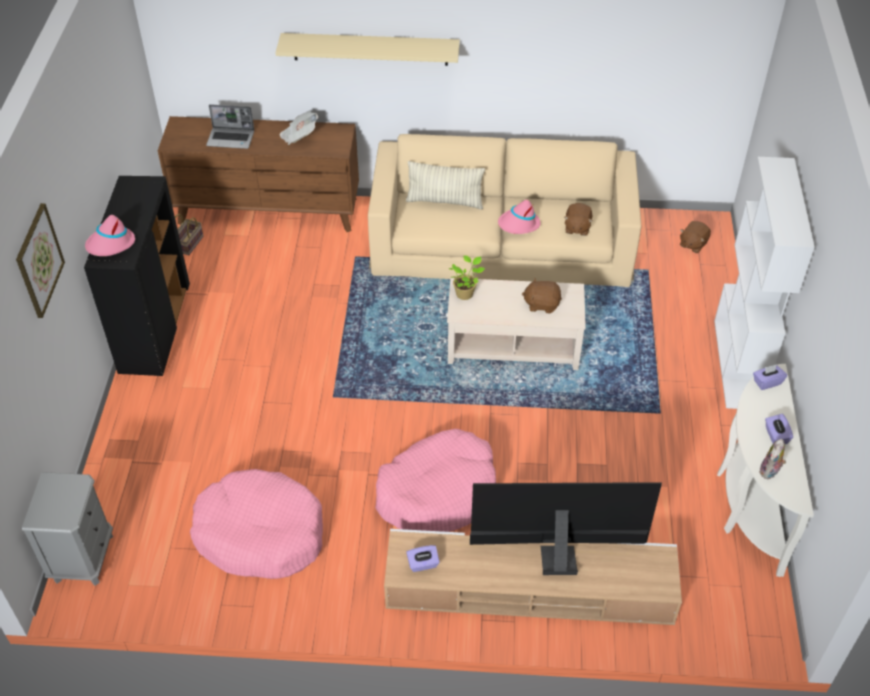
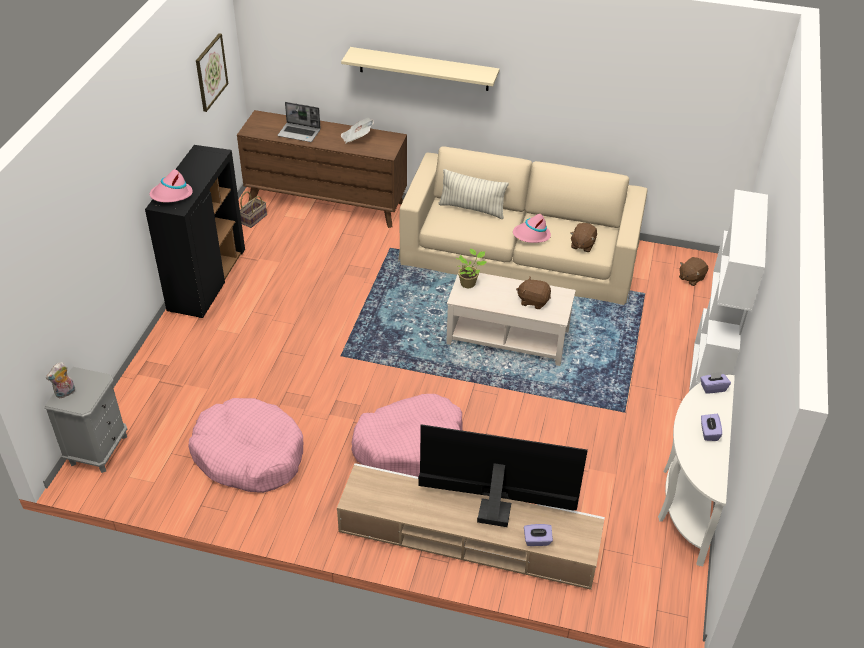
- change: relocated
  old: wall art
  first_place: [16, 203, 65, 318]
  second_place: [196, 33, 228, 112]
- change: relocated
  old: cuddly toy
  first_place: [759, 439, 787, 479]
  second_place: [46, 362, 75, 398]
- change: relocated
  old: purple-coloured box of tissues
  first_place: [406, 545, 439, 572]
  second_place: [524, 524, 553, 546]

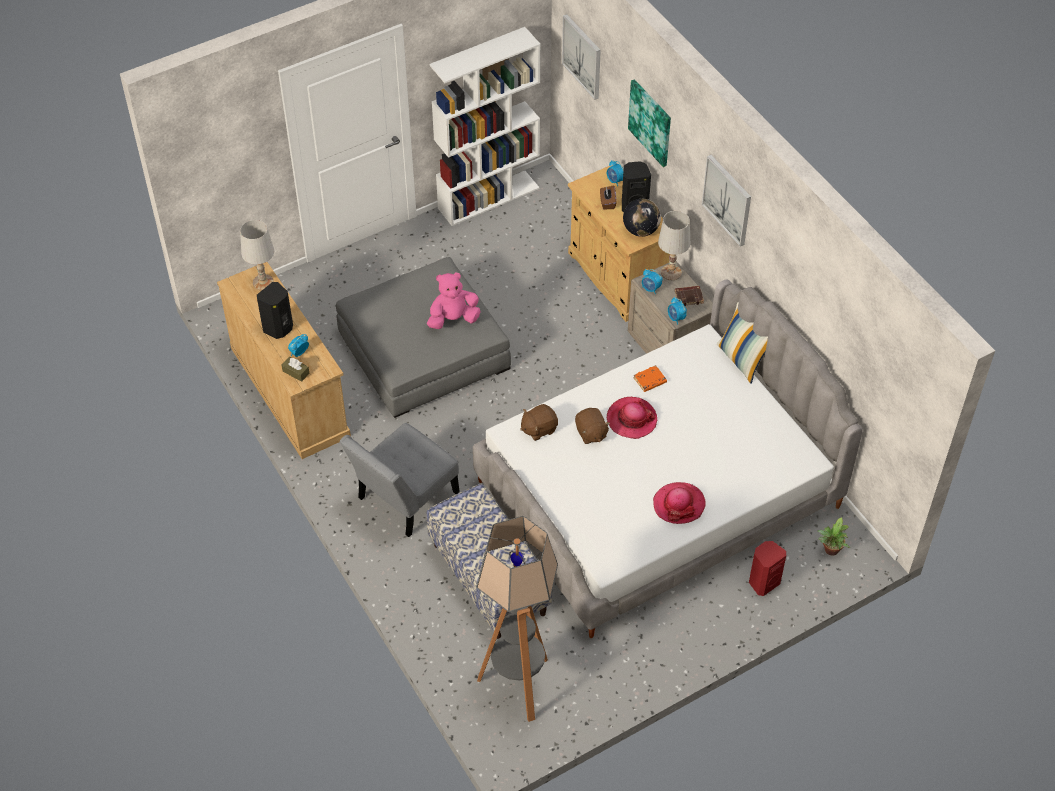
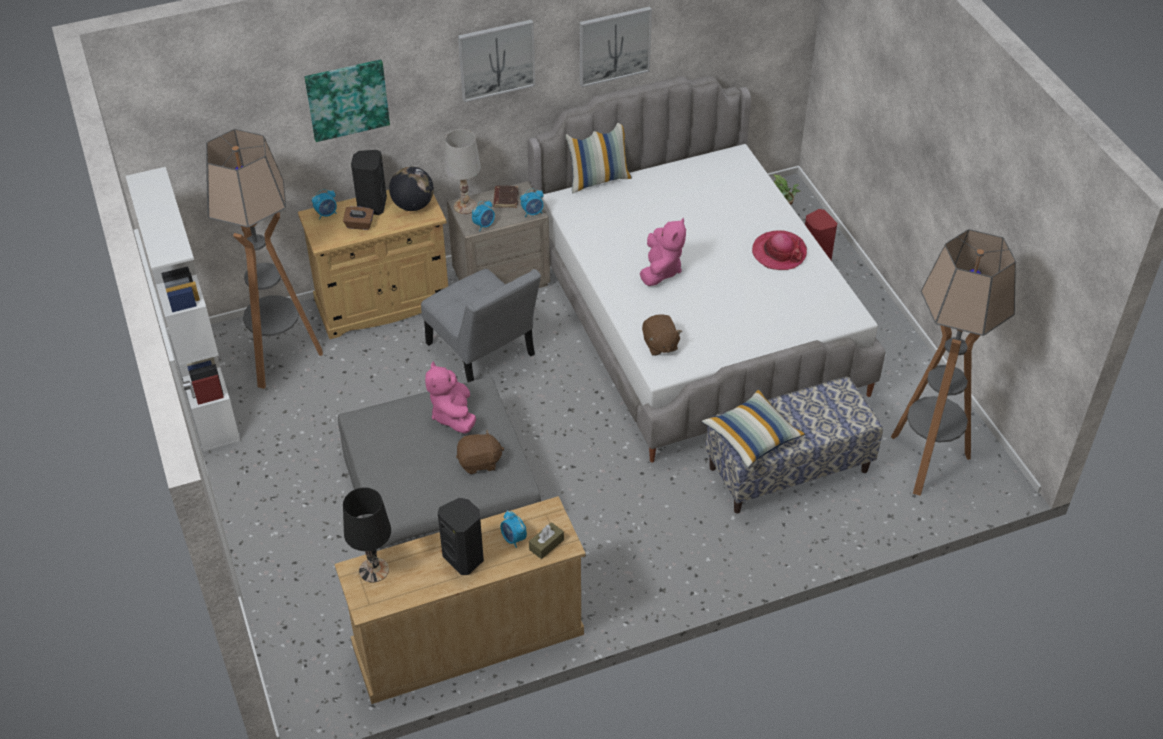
- change: relocated
  old: wall art
  first_place: [562, 14, 601, 100]
  second_place: [580, 6, 652, 87]
- change: colour
  old: whitish lamp for a table
  new: black lamp for a table
  first_place: [240, 220, 274, 290]
  second_place: [343, 487, 391, 583]
- change: missing
  old: orange-coloured book
  first_place: [633, 365, 667, 392]
- change: exchanged
  old: hat
  new: pinkish cuddly toy
  first_place: [607, 397, 657, 439]
  second_place: [640, 218, 686, 286]
- change: relocated
  old: brown cuddly toy
  first_place: [575, 408, 610, 444]
  second_place: [456, 429, 504, 474]
- change: relocated
  old: grey plain chair
  first_place: [340, 423, 460, 537]
  second_place: [421, 269, 541, 382]
- change: appeared
  new: floor lamp
  second_place: [206, 129, 323, 389]
- change: appeared
  new: cushion
  second_place: [702, 389, 805, 467]

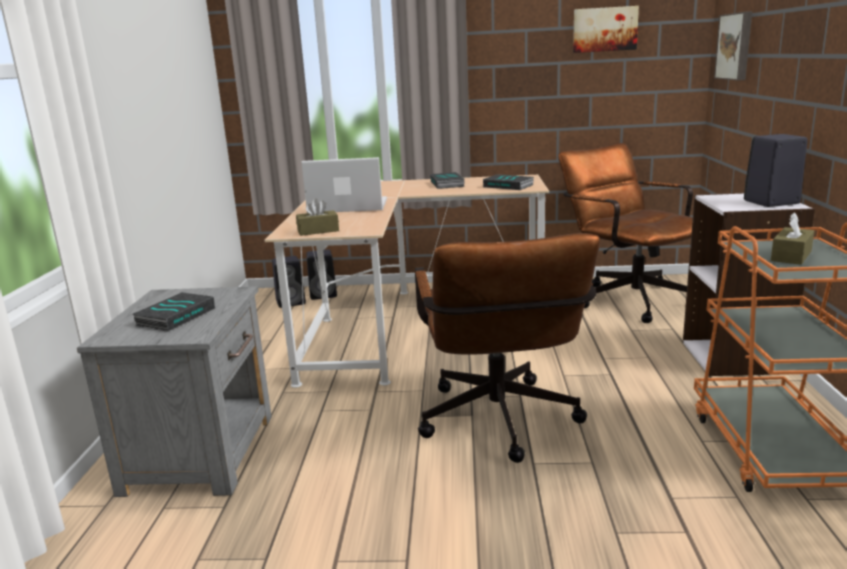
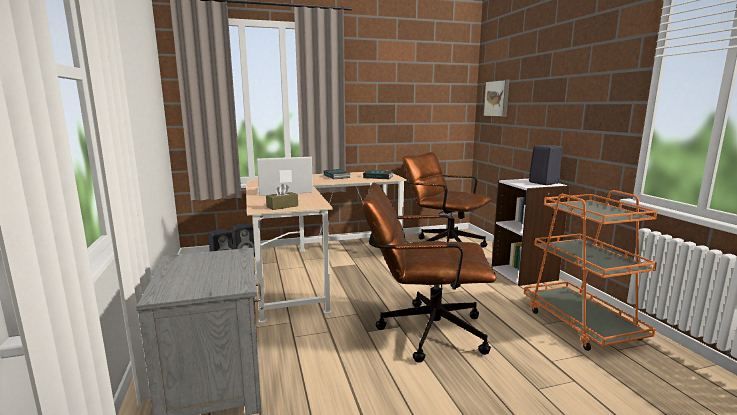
- change: missing
  old: wall art
  first_place: [573, 6, 639, 53]
- change: missing
  old: brown box of tissues
  first_place: [771, 212, 814, 265]
- change: spun
  old: brown computer chair
  first_place: [415, 233, 600, 463]
  second_place: [362, 183, 496, 363]
  degrees: 120
- change: missing
  old: book
  first_place: [132, 292, 215, 332]

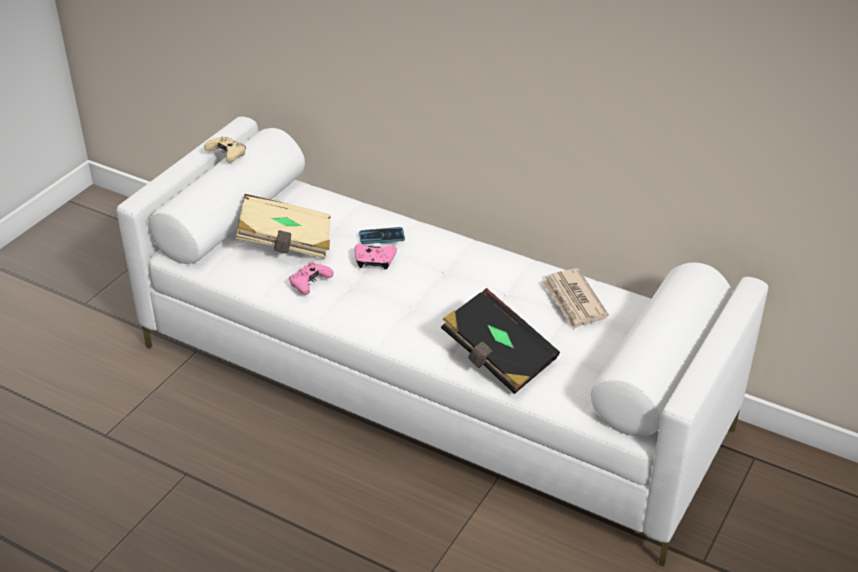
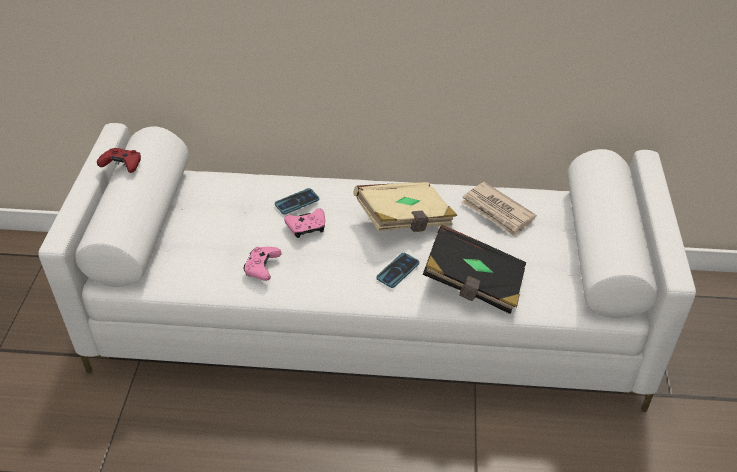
- change: colour
  old: sand-coloured game controller
  new: red game controller
  first_place: [204, 137, 246, 162]
  second_place: [97, 148, 141, 173]
- change: relocated
  old: sand-coloured book
  first_place: [236, 194, 331, 259]
  second_place: [353, 182, 457, 232]
- change: appeared
  new: phone
  second_place: [376, 253, 419, 288]

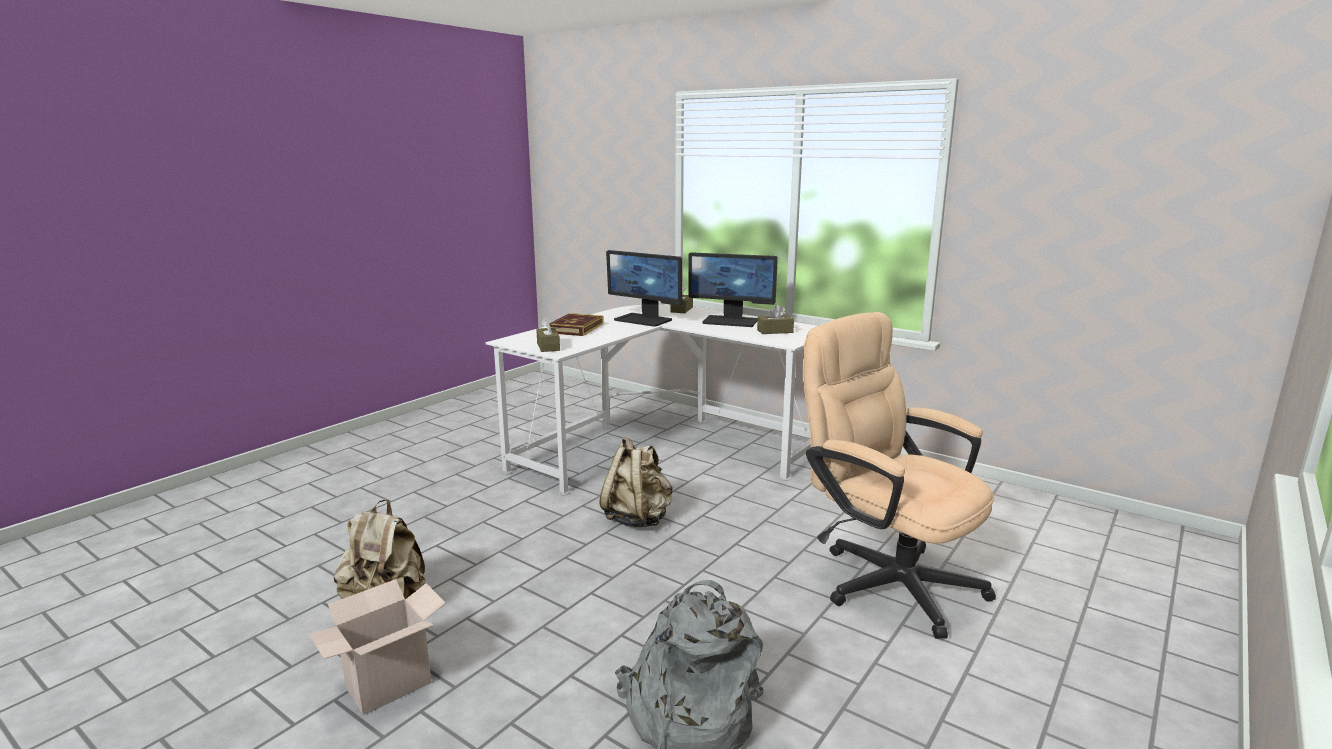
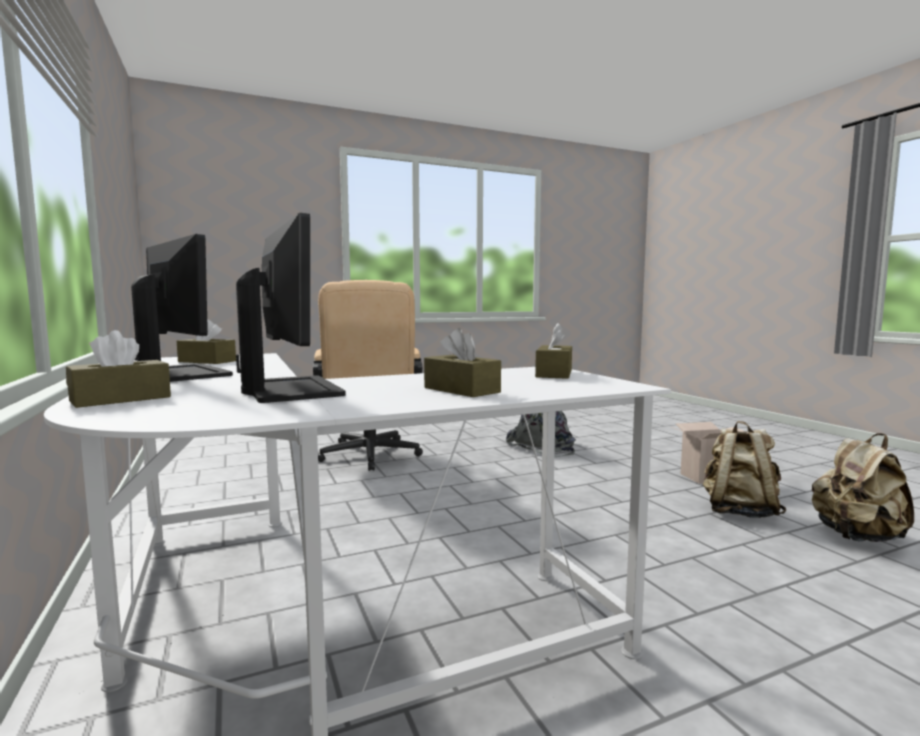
- change: exchanged
  old: book
  new: brown box of tissues
  first_place: [549, 313, 603, 336]
  second_place: [424, 328, 501, 397]
- change: relocated
  old: sand-coloured rucksack
  first_place: [600, 437, 673, 527]
  second_place: [812, 434, 914, 542]

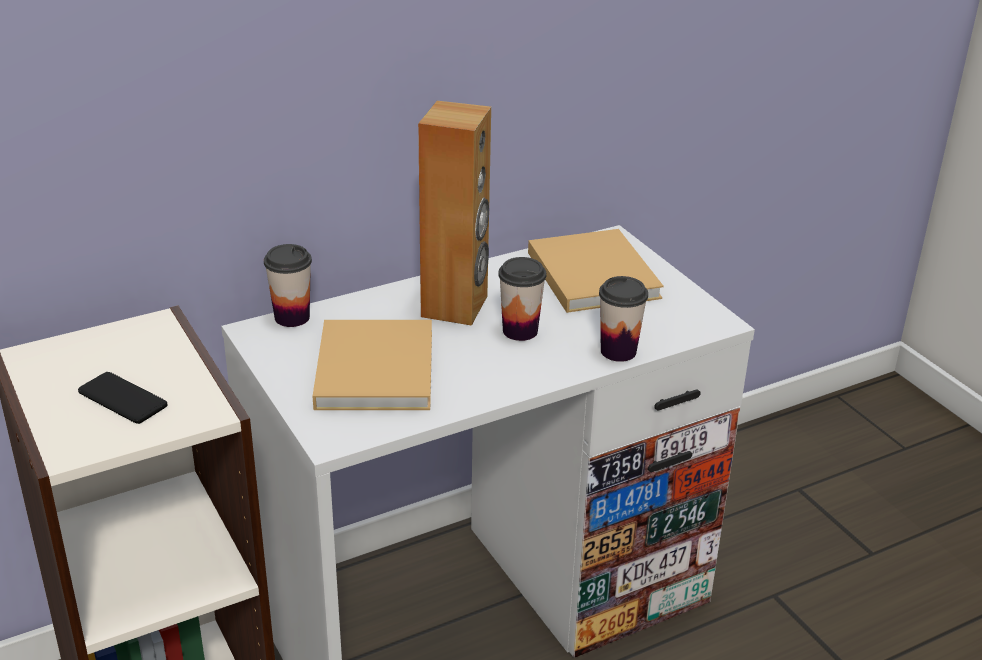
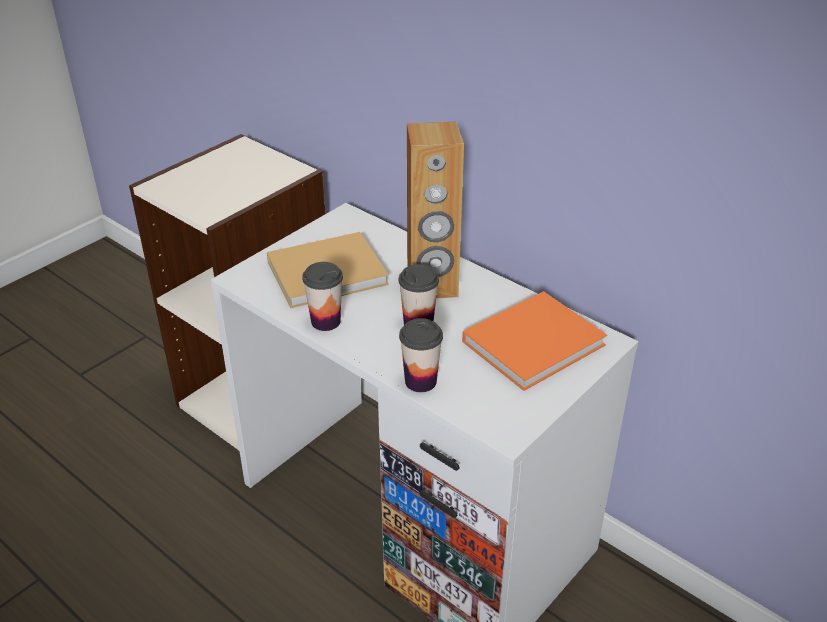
- change: colour
  old: sand-coloured book
  new: orange-coloured book
  first_place: [528, 229, 664, 313]
  second_place: [462, 291, 607, 391]
- change: relocated
  old: cup
  first_place: [264, 244, 312, 327]
  second_place: [302, 262, 343, 331]
- change: missing
  old: phone
  first_place: [78, 372, 167, 424]

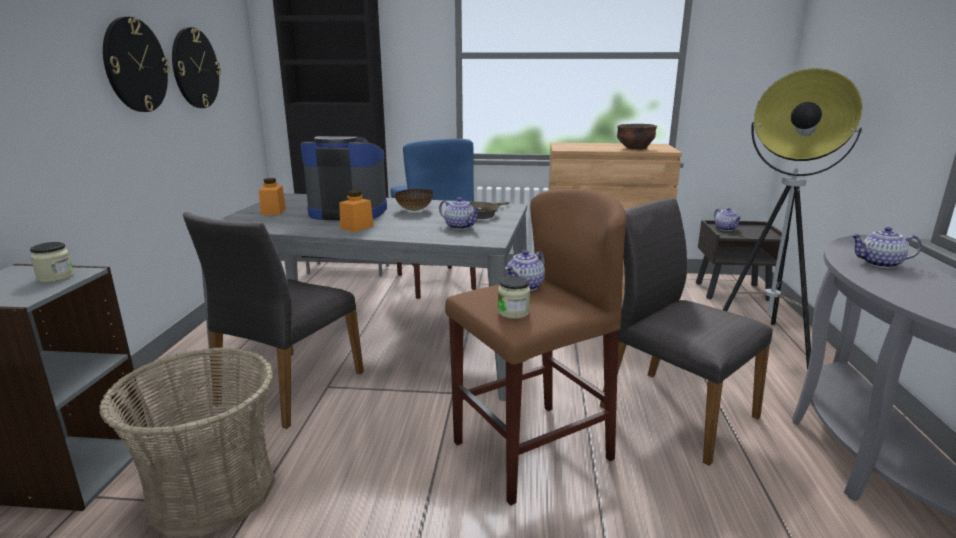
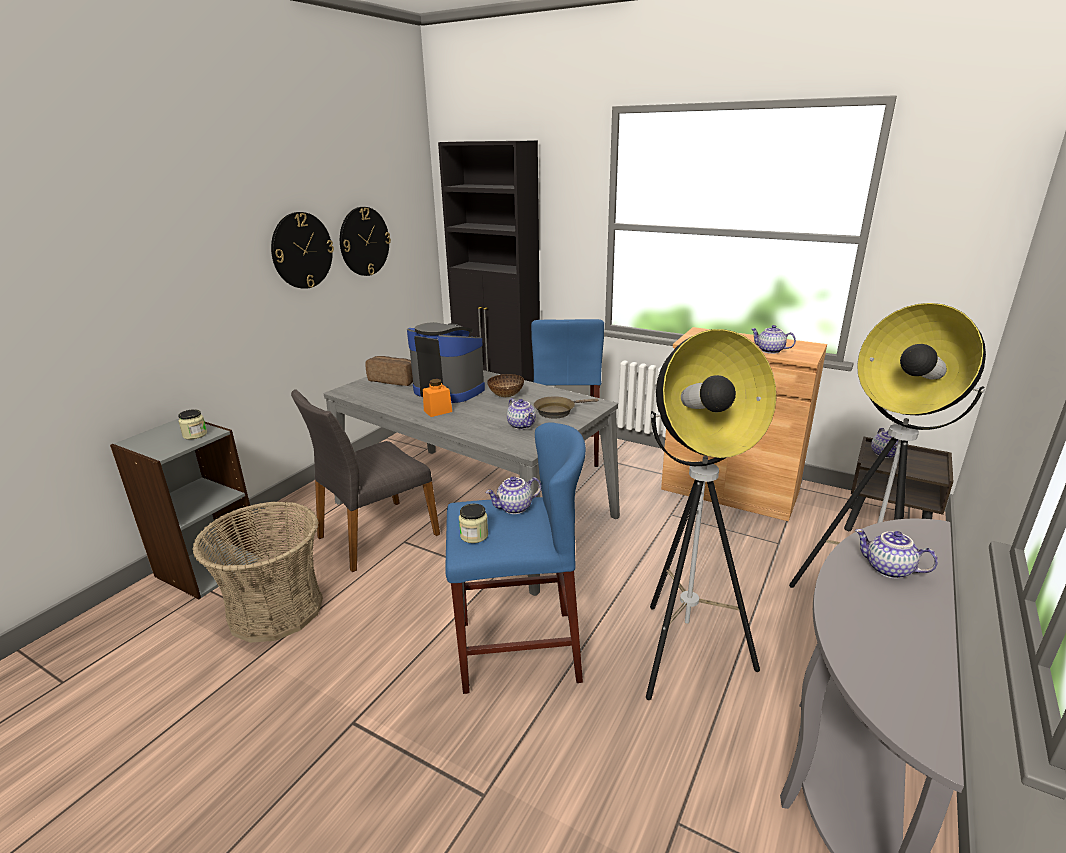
- change: exchanged
  old: brown deep dish
  new: teapot
  first_place: [617, 124, 657, 150]
  second_place: [751, 325, 796, 354]
- change: exchanged
  old: orange-coloured jar
  new: bread
  first_place: [259, 178, 286, 215]
  second_place: [365, 356, 413, 386]
- change: colour
  old: brown stool
  new: blue-coloured stool
  first_place: [445, 189, 626, 506]
  second_place: [445, 422, 586, 694]
- change: exchanged
  old: grey plain chair
  new: floor lamp
  first_place: [600, 198, 773, 466]
  second_place: [646, 329, 776, 700]

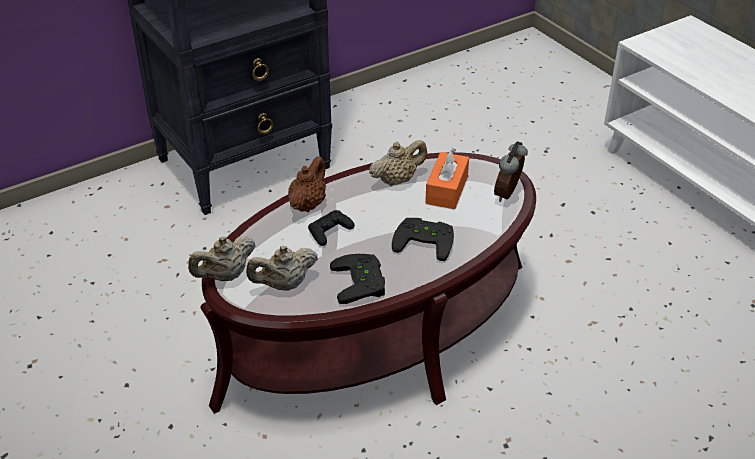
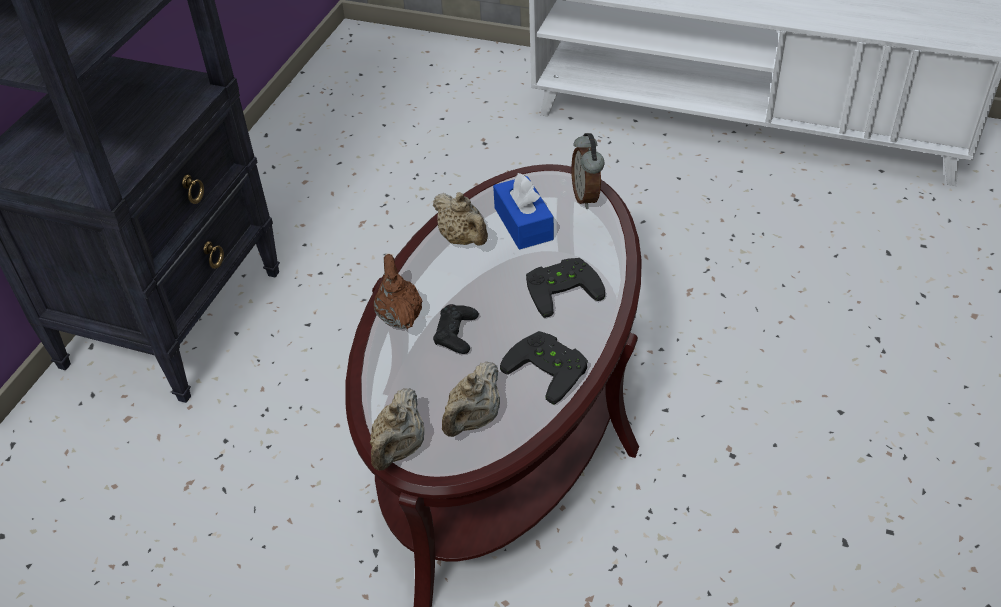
- change: spun
  old: sand-coloured teapot
  first_place: [369, 140, 427, 186]
  second_place: [433, 192, 488, 245]
  degrees: 120
- change: colour
  old: orange-coloured box of tissues
  new: blue-coloured box of tissues
  first_place: [425, 148, 469, 209]
  second_place: [493, 173, 554, 250]

